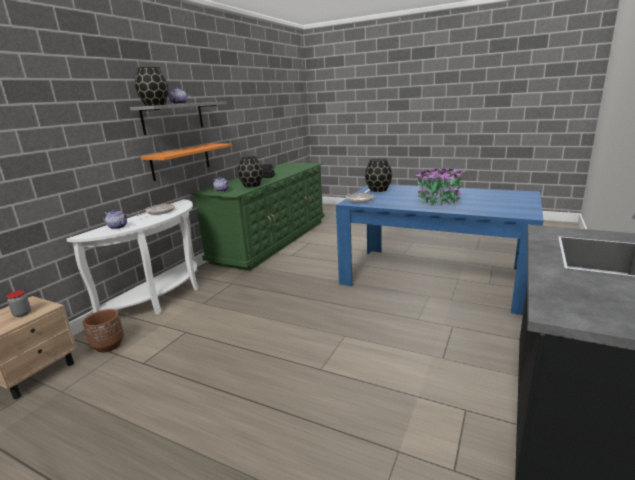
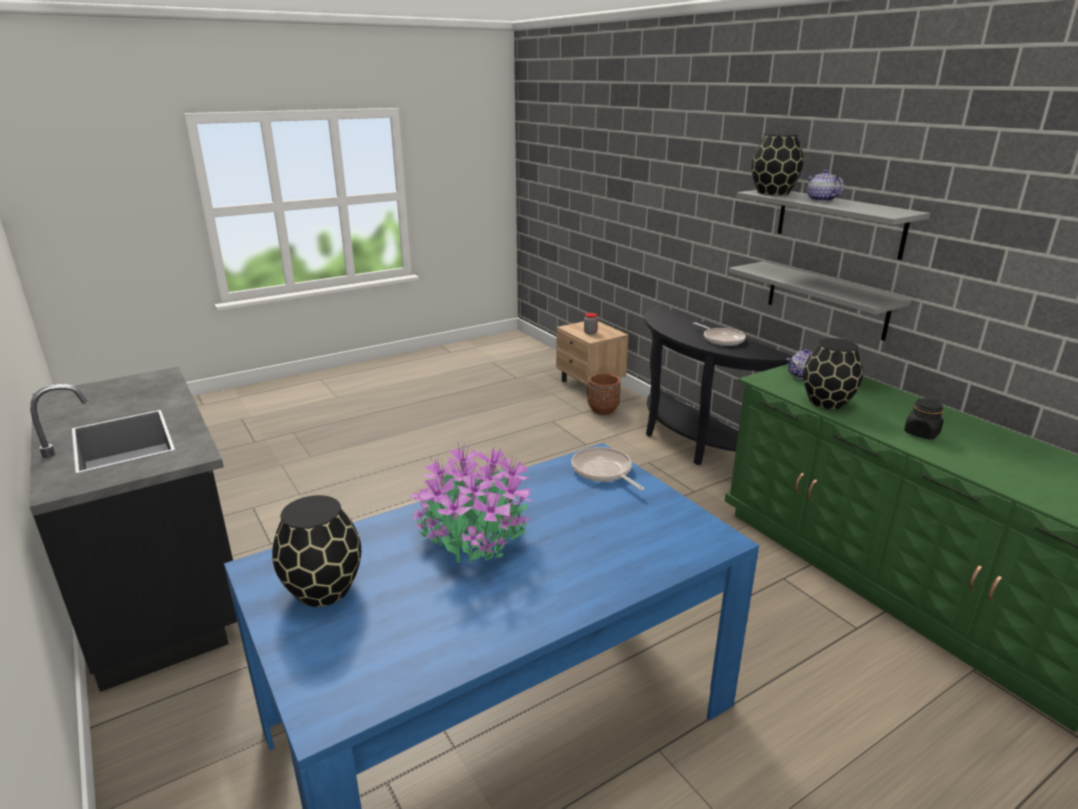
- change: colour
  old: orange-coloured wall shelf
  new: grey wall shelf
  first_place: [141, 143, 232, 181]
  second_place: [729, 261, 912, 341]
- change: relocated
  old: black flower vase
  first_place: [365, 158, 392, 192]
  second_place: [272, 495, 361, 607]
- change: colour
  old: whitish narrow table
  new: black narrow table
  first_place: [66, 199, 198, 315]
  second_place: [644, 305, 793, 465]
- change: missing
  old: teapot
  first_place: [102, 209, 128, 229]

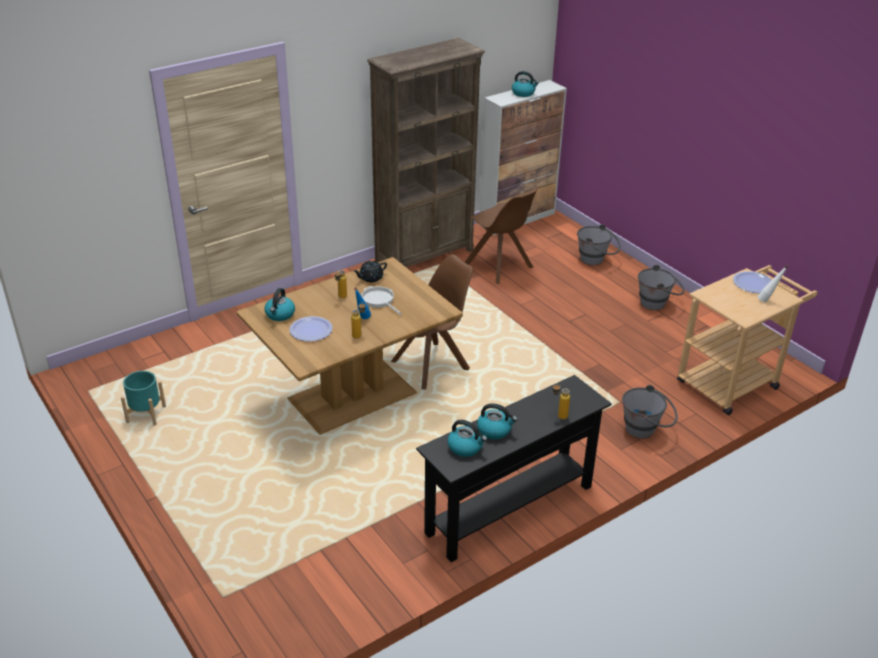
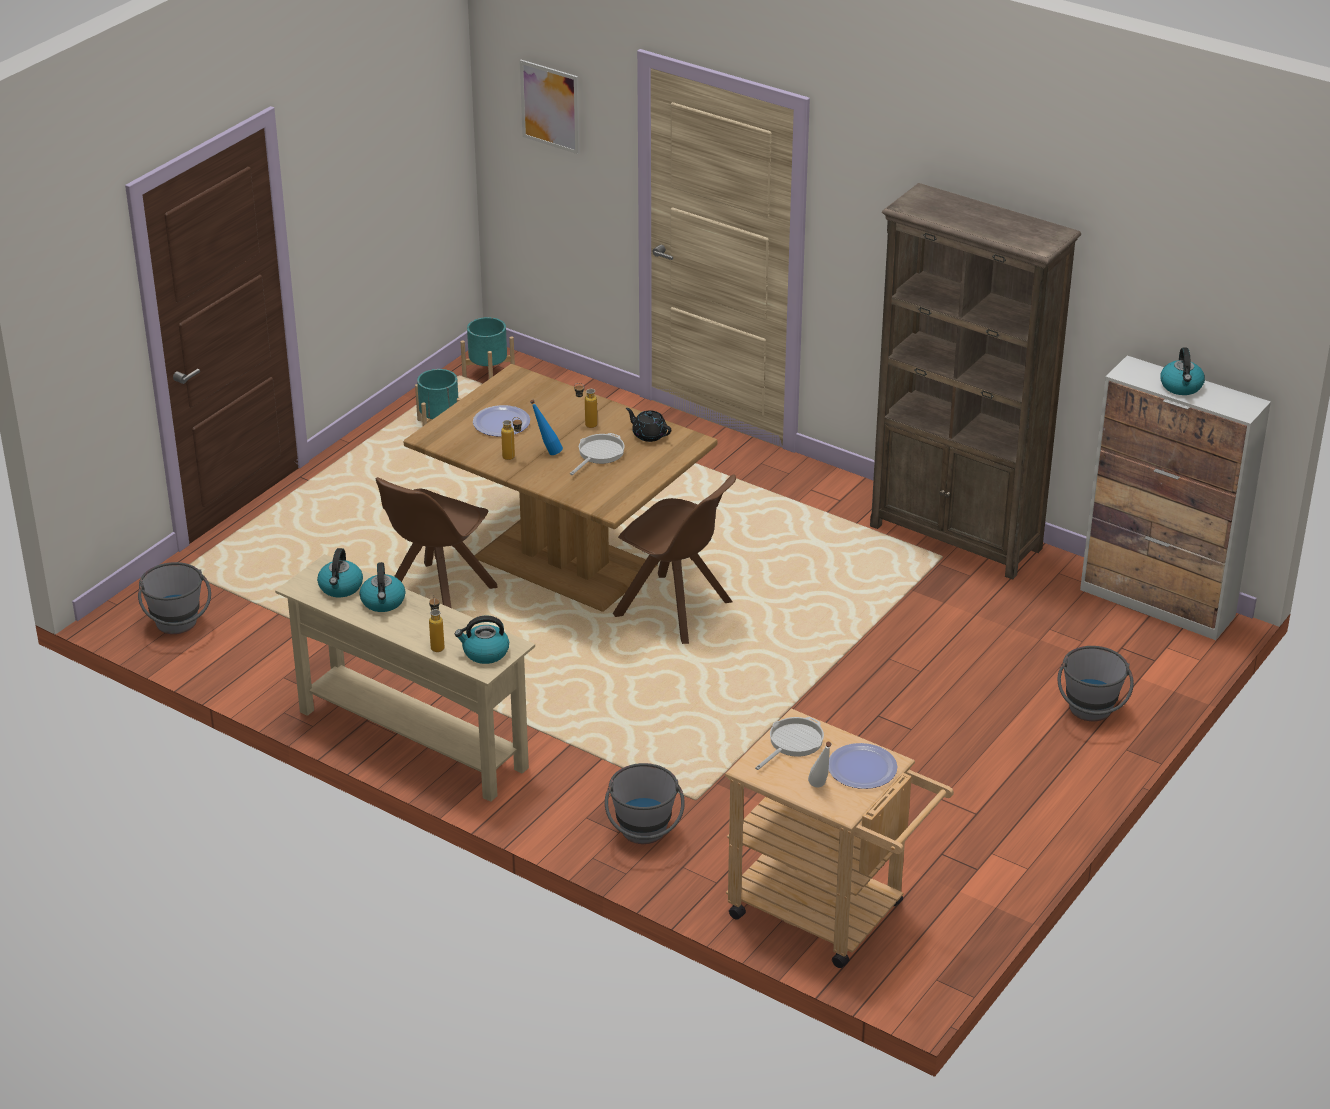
- change: relocated
  old: brown plain chair
  first_place: [465, 188, 538, 284]
  second_place: [376, 477, 498, 608]
- change: relocated
  old: grey water bucket
  first_place: [638, 265, 685, 310]
  second_place: [138, 562, 211, 634]
- change: relocated
  old: water kettle
  first_place: [264, 288, 295, 321]
  second_place: [455, 616, 509, 664]
- change: colour
  old: black narrow table
  new: sand-coloured narrow table
  first_place: [416, 375, 612, 562]
  second_place: [275, 554, 535, 802]
- change: appeared
  new: wall art
  second_place: [520, 60, 580, 154]
- change: appeared
  new: turquoise-coloured plant pot
  second_place: [461, 317, 515, 379]
- change: appeared
  new: frying pan
  second_place: [755, 717, 824, 770]

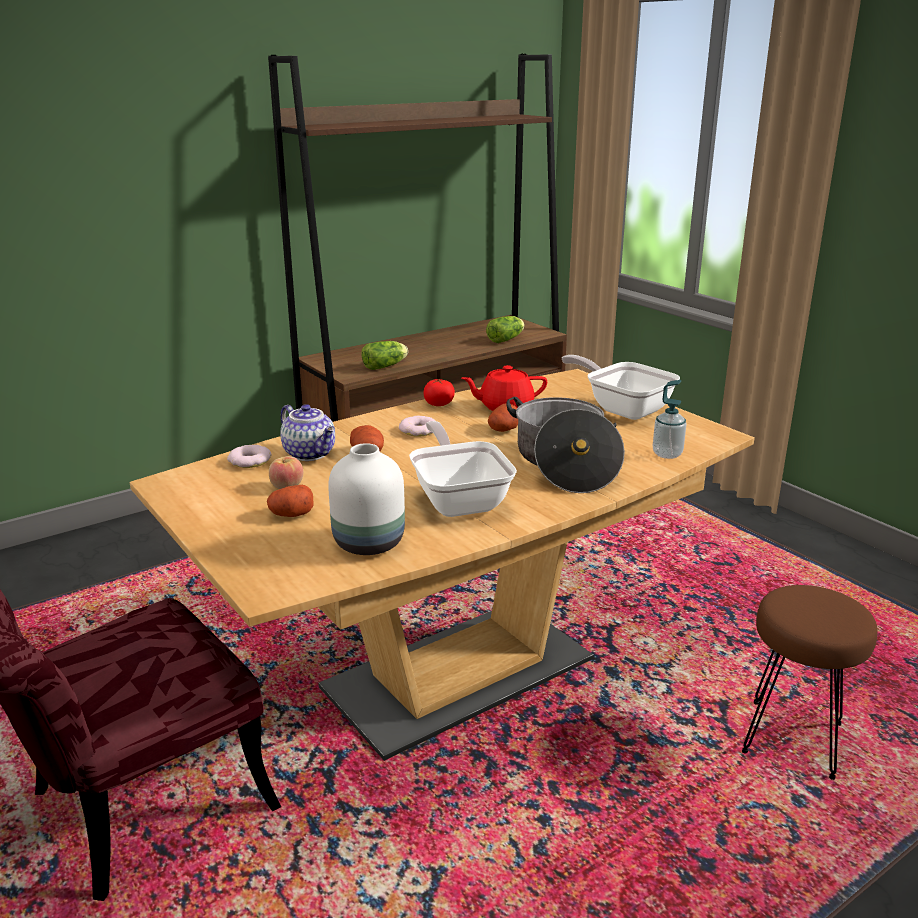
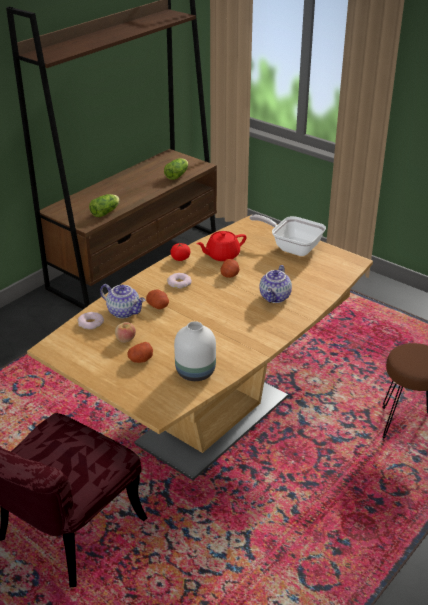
- change: missing
  old: soap dispenser
  first_place: [653, 380, 686, 459]
- change: exchanged
  old: saucepot
  new: teapot
  first_place: [506, 397, 625, 493]
  second_place: [259, 265, 292, 303]
- change: missing
  old: frying pan
  first_place: [409, 421, 517, 517]

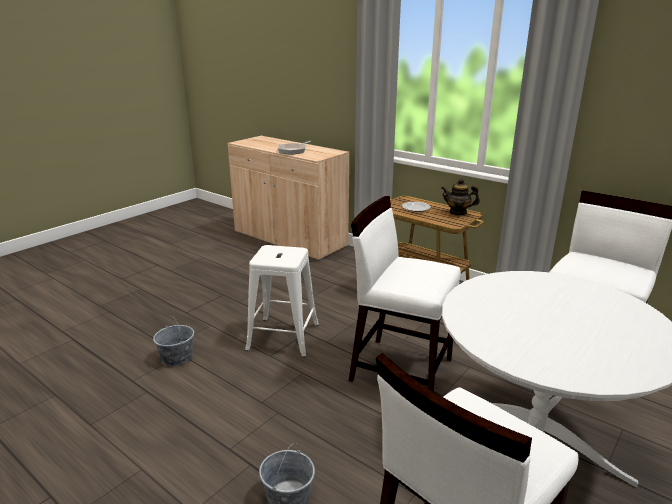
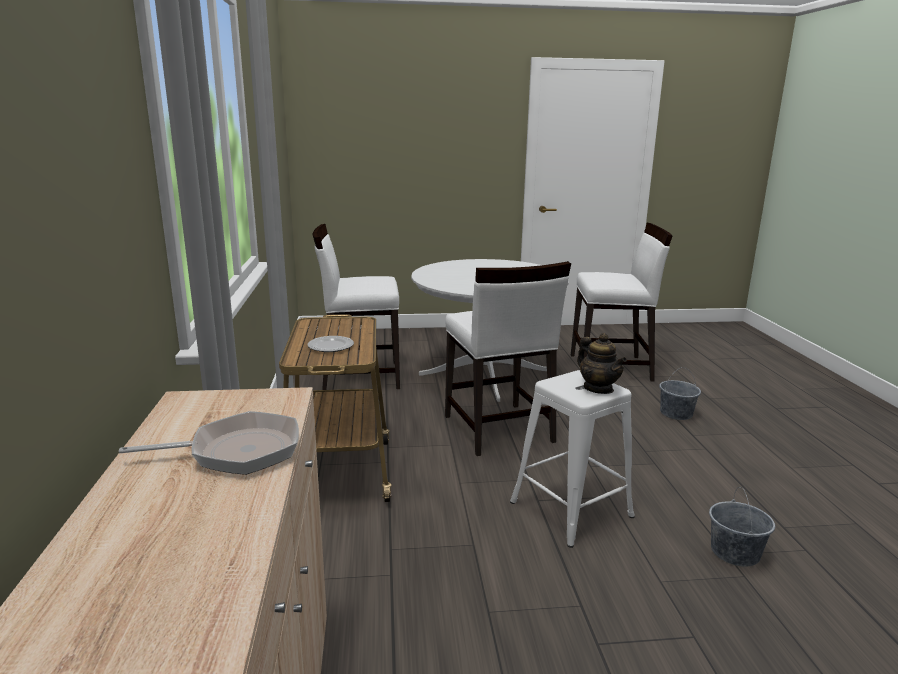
- change: relocated
  old: teapot
  first_place: [441, 178, 480, 216]
  second_place: [577, 333, 627, 394]

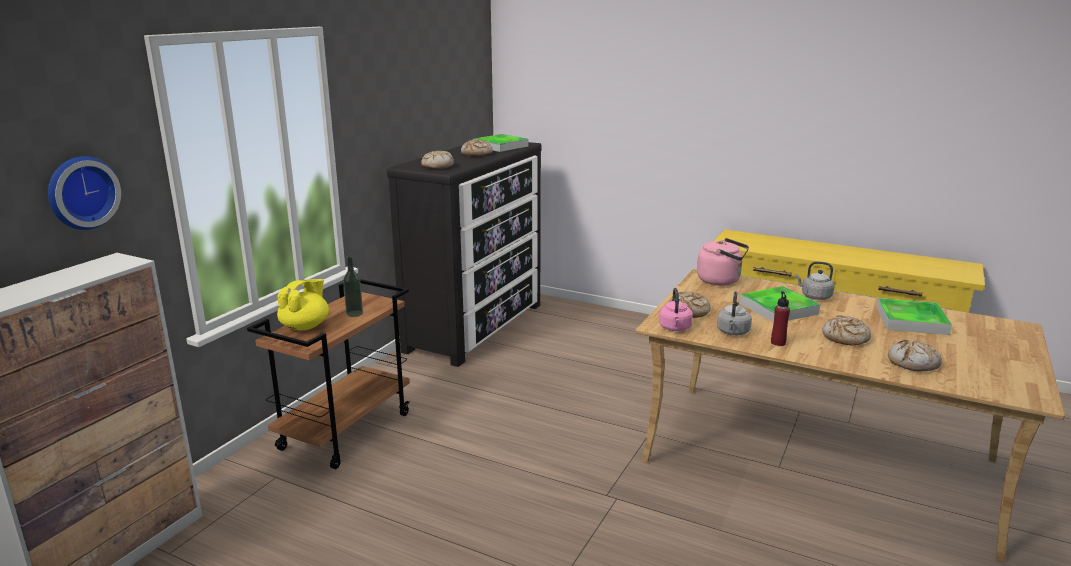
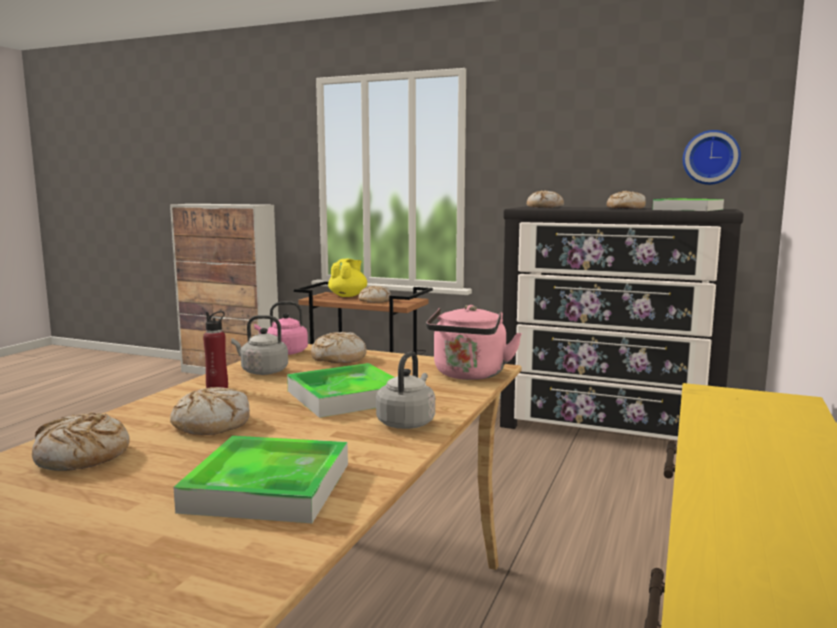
- change: relocated
  old: wall clock
  first_place: [48, 156, 121, 230]
  second_place: [683, 130, 741, 185]
- change: exchanged
  old: bottle
  new: bread
  first_place: [343, 256, 363, 317]
  second_place: [359, 286, 391, 303]
- change: spun
  old: yellow-coloured teapot
  first_place: [277, 279, 329, 330]
  second_place: [328, 259, 367, 297]
  degrees: -90

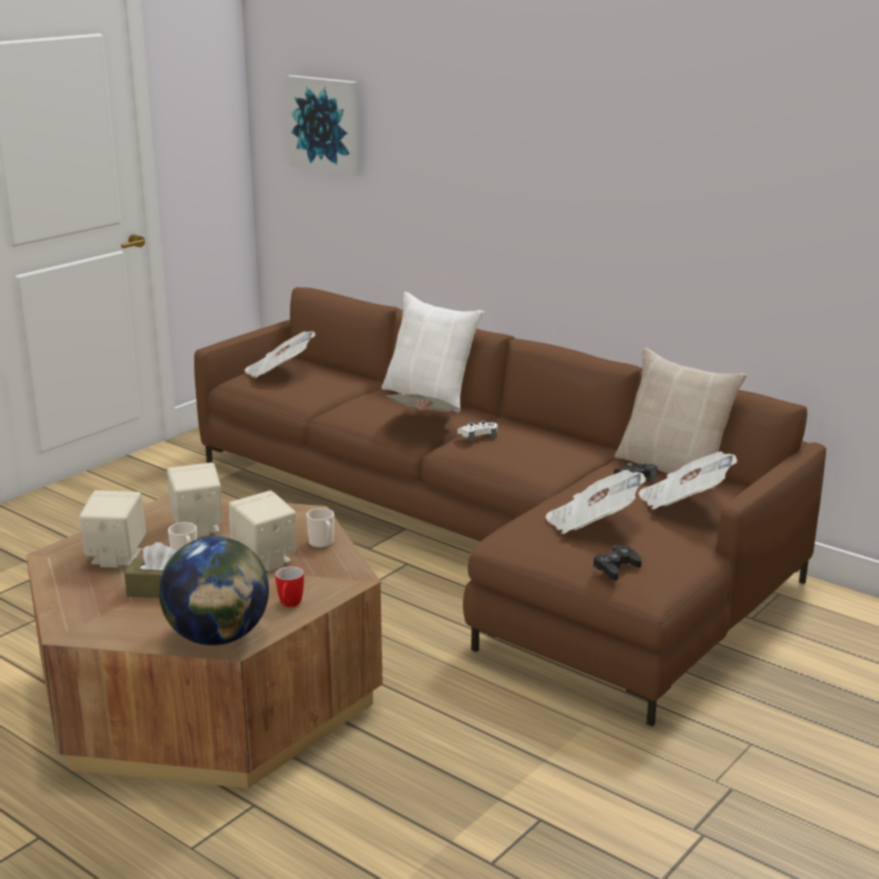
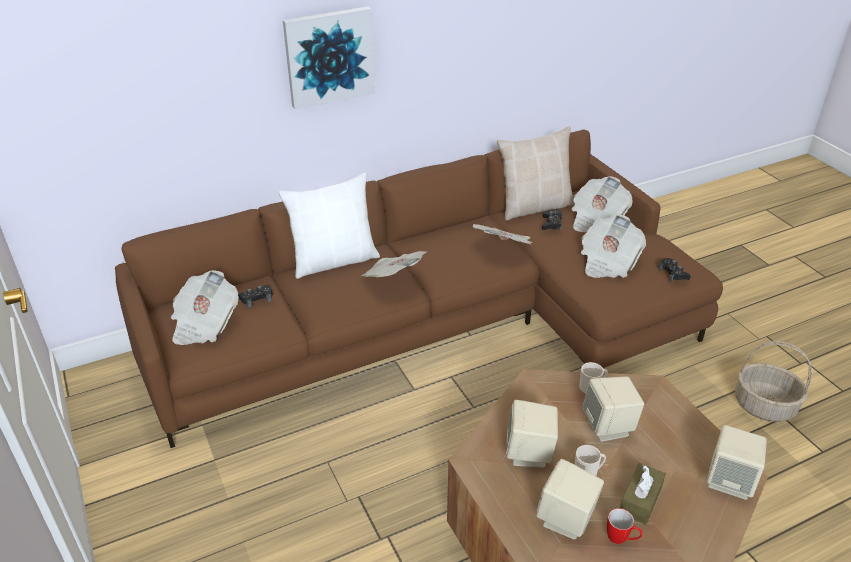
- change: relocated
  old: wall art
  first_place: [286, 75, 360, 176]
  second_place: [283, 6, 375, 109]
- change: missing
  old: whitish game controller
  first_place: [458, 420, 497, 442]
- change: exchanged
  old: world globe
  new: sand-coloured audio speaker
  first_place: [159, 536, 269, 645]
  second_place: [707, 425, 767, 500]
- change: relocated
  old: tea mug
  first_place: [275, 566, 304, 607]
  second_place: [607, 508, 643, 544]
- change: appeared
  new: daily paper
  second_place: [473, 224, 533, 245]
- change: appeared
  new: black game controller
  second_place: [238, 285, 273, 308]
- change: appeared
  new: household basket
  second_place: [735, 341, 812, 422]

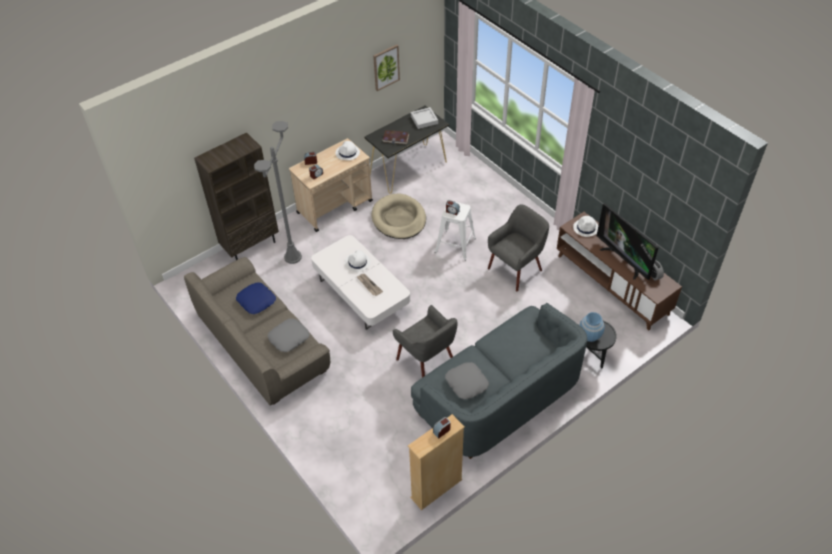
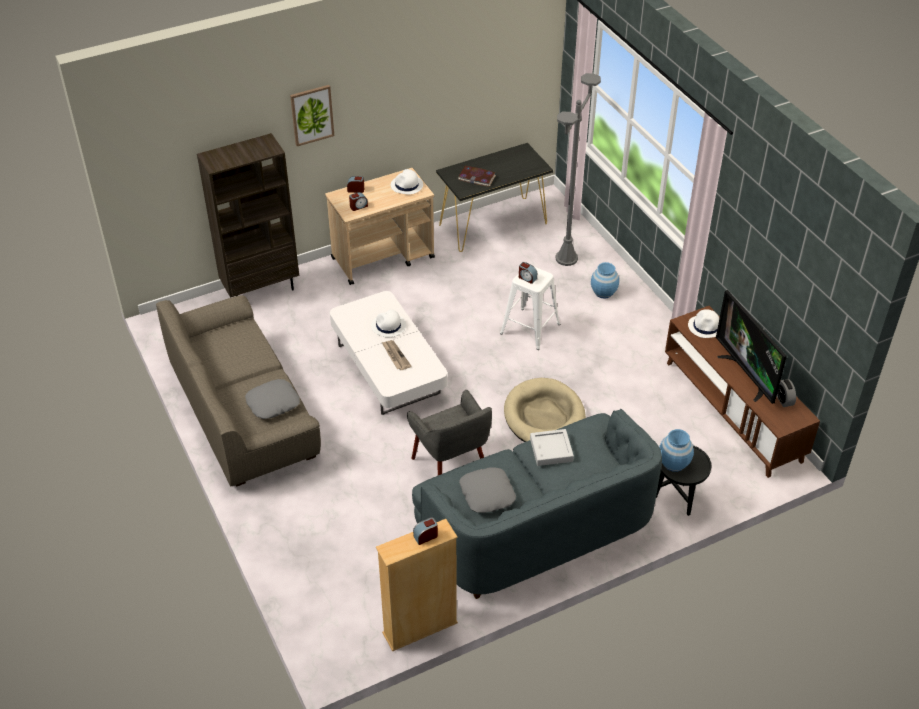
- change: relocated
  old: wall art
  first_place: [373, 45, 400, 91]
  second_place: [290, 85, 334, 146]
- change: relocated
  old: grey serving tray
  first_place: [411, 107, 438, 129]
  second_place: [530, 429, 574, 466]
- change: relocated
  old: grey floor lamp
  first_place: [254, 121, 302, 264]
  second_place: [555, 73, 601, 266]
- change: relocated
  old: sand-coloured dog cushion
  first_place: [371, 194, 426, 239]
  second_place: [504, 378, 586, 442]
- change: missing
  old: grey armchair
  first_place: [488, 204, 549, 291]
- change: missing
  old: blue-coloured cushion
  first_place: [236, 282, 276, 314]
- change: appeared
  new: blue-coloured flower vase
  second_place: [591, 262, 619, 299]

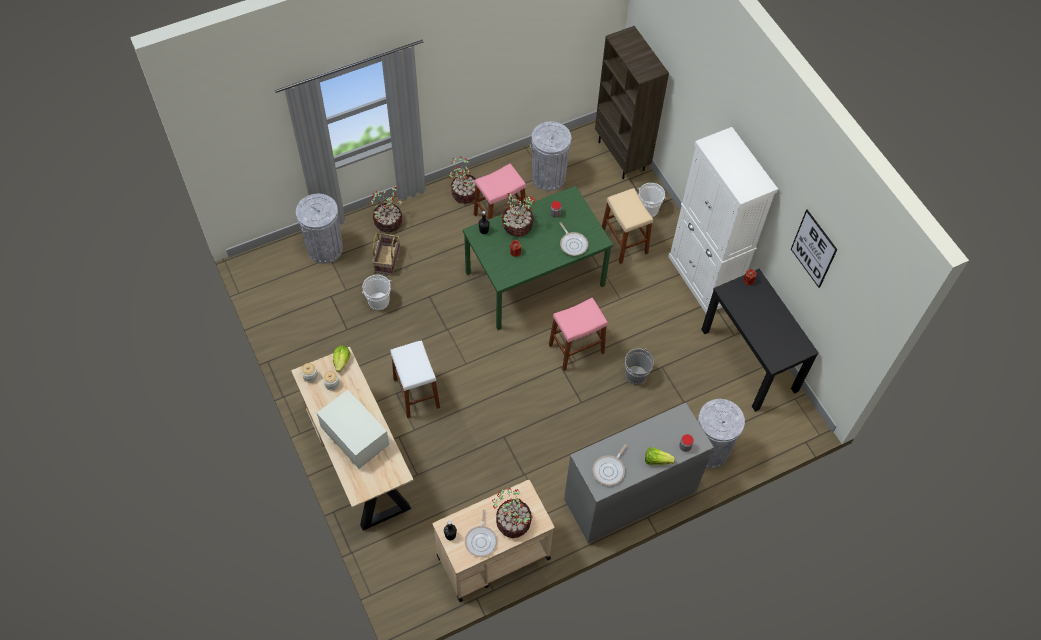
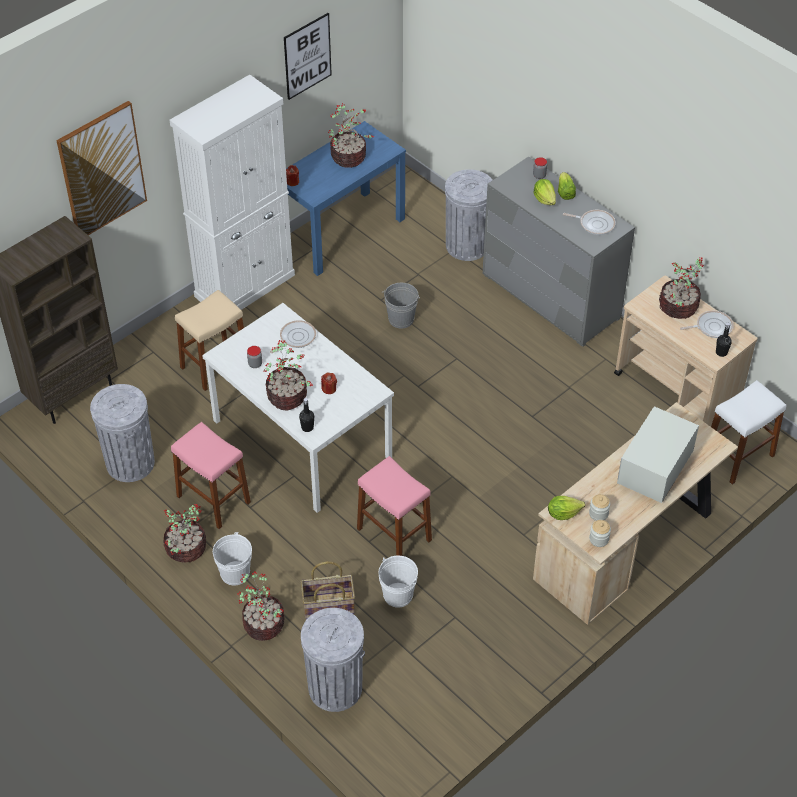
- change: relocated
  old: whitish water bucket
  first_place: [637, 183, 666, 217]
  second_place: [213, 532, 252, 586]
- change: colour
  old: green-coloured dinner table
  new: whitish dinner table
  first_place: [463, 186, 613, 330]
  second_place: [202, 303, 394, 513]
- change: colour
  old: black narrow table
  new: blue-coloured narrow table
  first_place: [701, 269, 819, 412]
  second_place: [286, 121, 406, 276]
- change: relocated
  old: pinkish stool
  first_place: [549, 298, 608, 371]
  second_place: [357, 456, 432, 556]
- change: relocated
  old: whitish stool
  first_place: [390, 340, 440, 418]
  second_place: [711, 380, 786, 485]
- change: appeared
  new: wall art
  second_place: [56, 101, 147, 235]
- change: appeared
  new: plant in a pot
  second_place: [328, 103, 374, 168]
- change: appeared
  new: lettuce head
  second_place: [534, 179, 556, 205]

